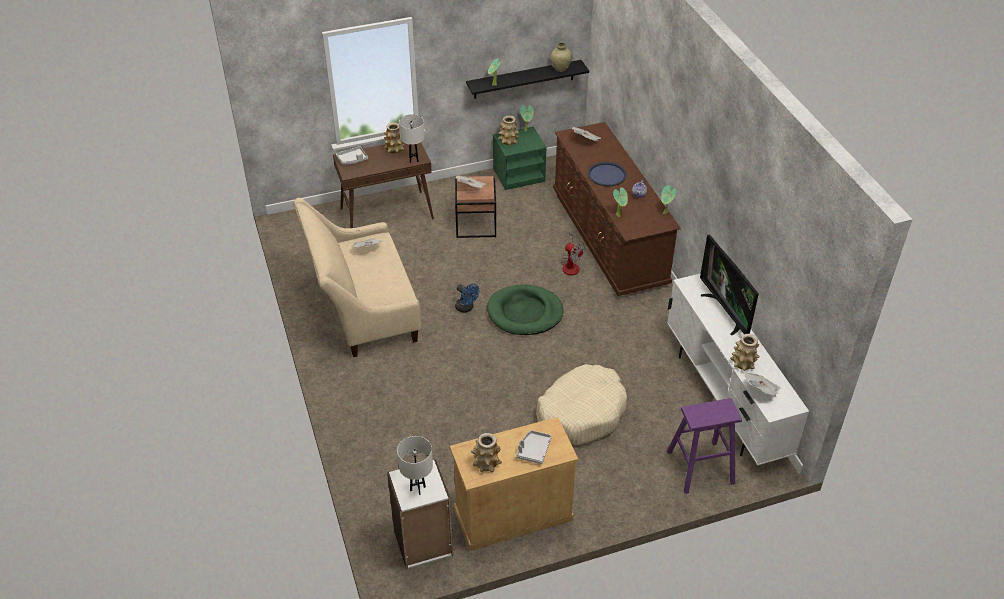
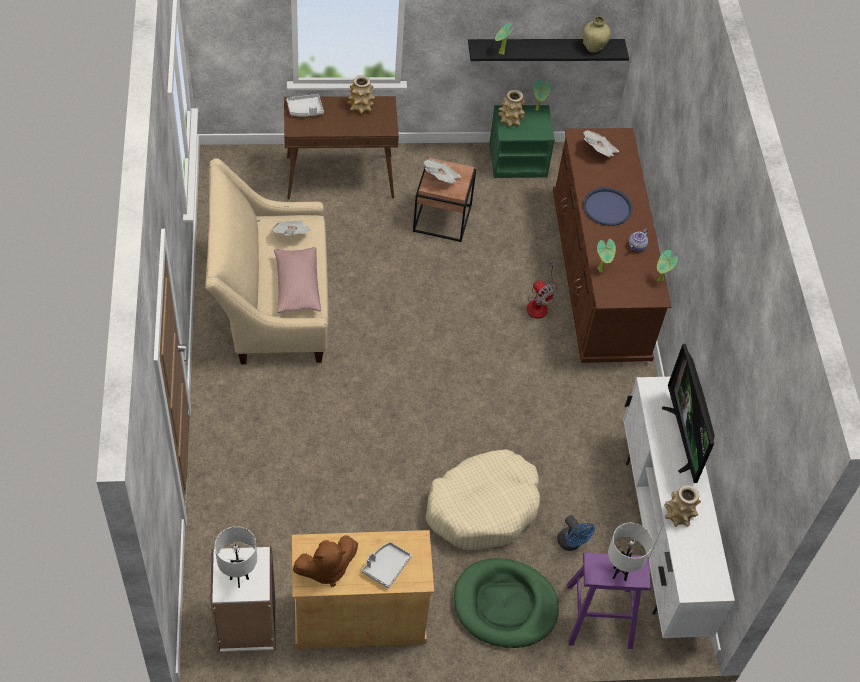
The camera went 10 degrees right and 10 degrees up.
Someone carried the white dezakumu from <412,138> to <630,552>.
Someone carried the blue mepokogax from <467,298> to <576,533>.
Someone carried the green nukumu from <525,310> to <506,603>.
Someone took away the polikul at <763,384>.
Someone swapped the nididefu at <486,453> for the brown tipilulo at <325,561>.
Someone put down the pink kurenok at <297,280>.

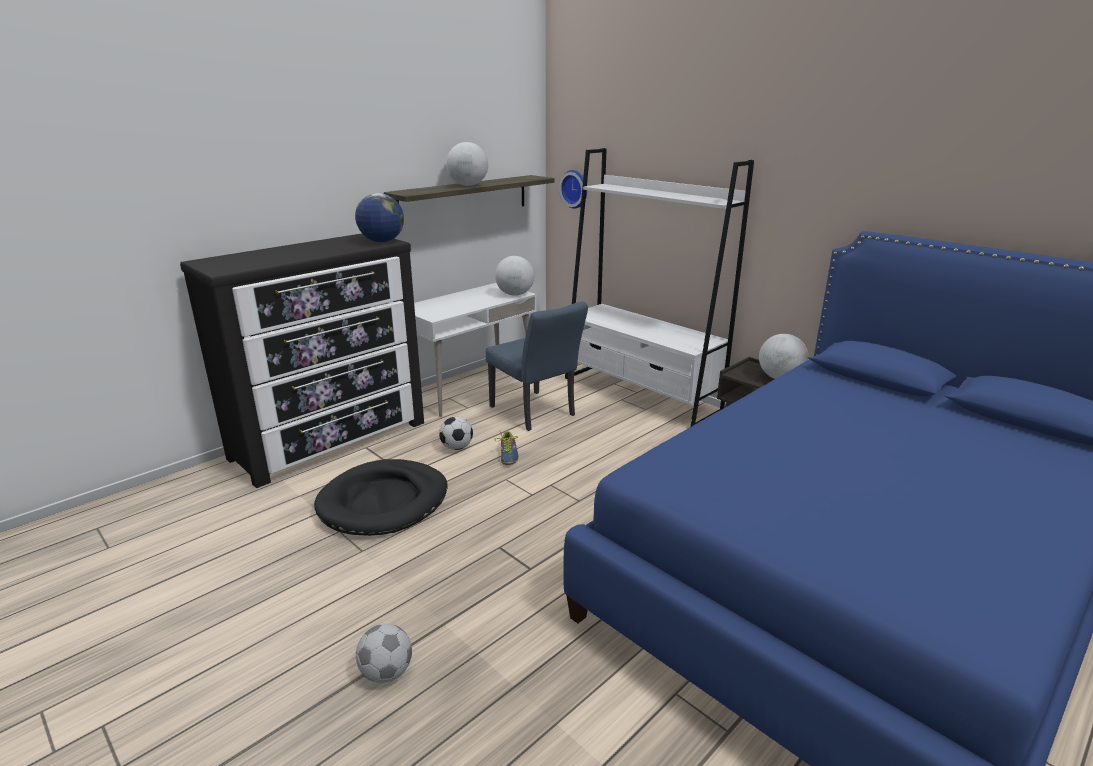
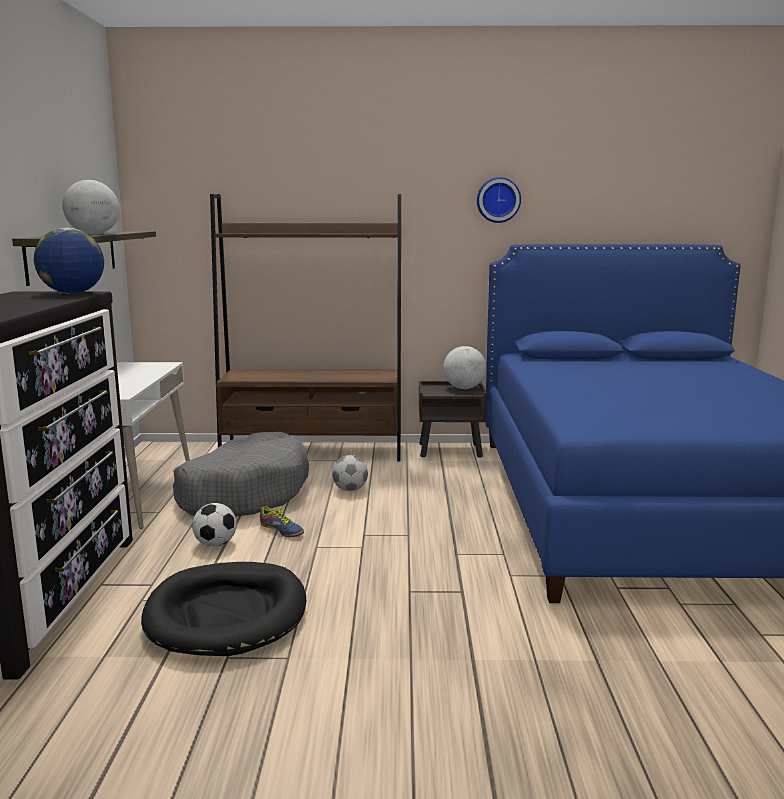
The camera went 45 degrees left and 10 degrees down.
Someone repainted the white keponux at <659,287>, which became the brown keponux at <305,327>.
Someone carried the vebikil from <573,189> to <499,200>.
Someone took away the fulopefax at <514,276>.
Someone swapped the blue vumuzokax at <537,366> for the grey nukumu at <241,474>.
Someone carried the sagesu from <384,653> to <350,473>.

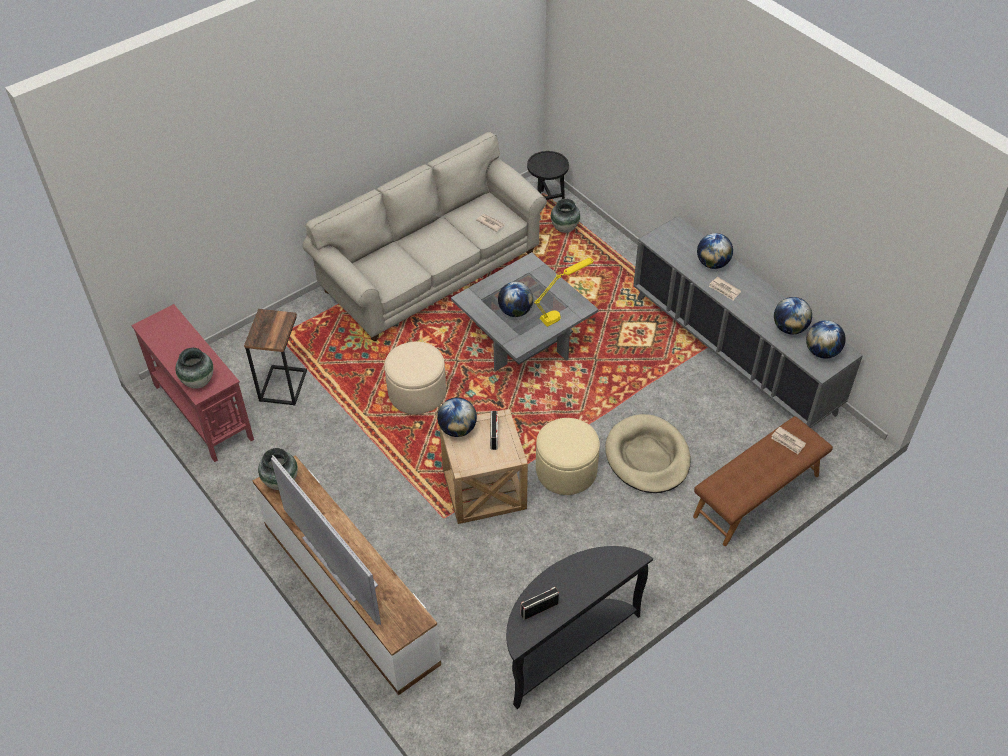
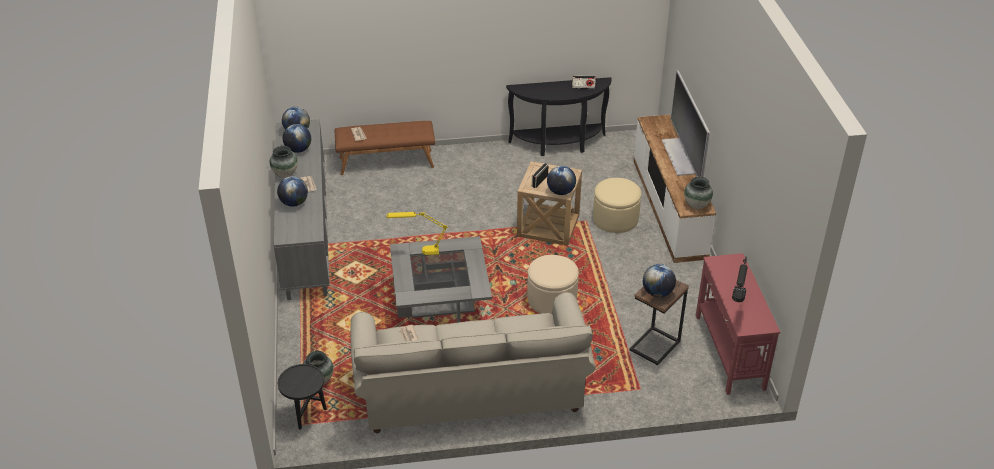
The camera went 150 degrees left and 10 degrees down.
Someone carried the fulopefax from <515,299> to <659,280>.
Someone carried the nididefu from <194,368> to <284,162>.
Someone took away the beige nukumu at <648,453>.
Someone carried the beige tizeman from <568,456> to <617,205>.
Someone put down the black dezakumu at <740,279>.

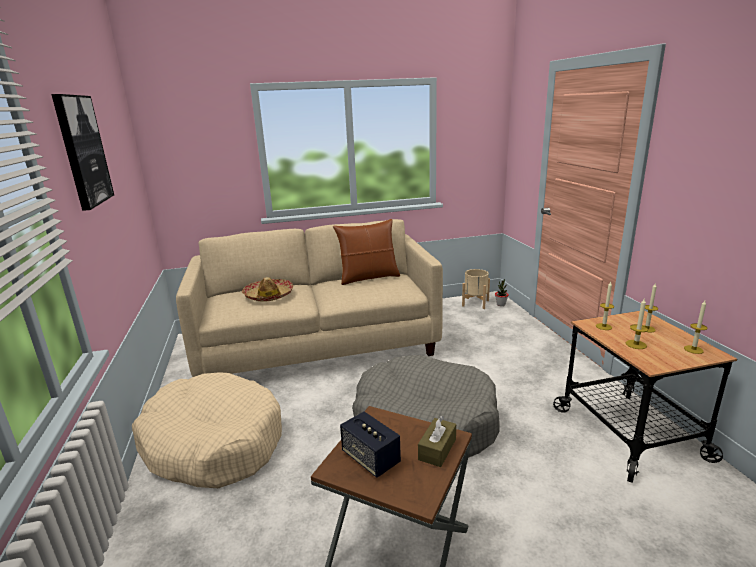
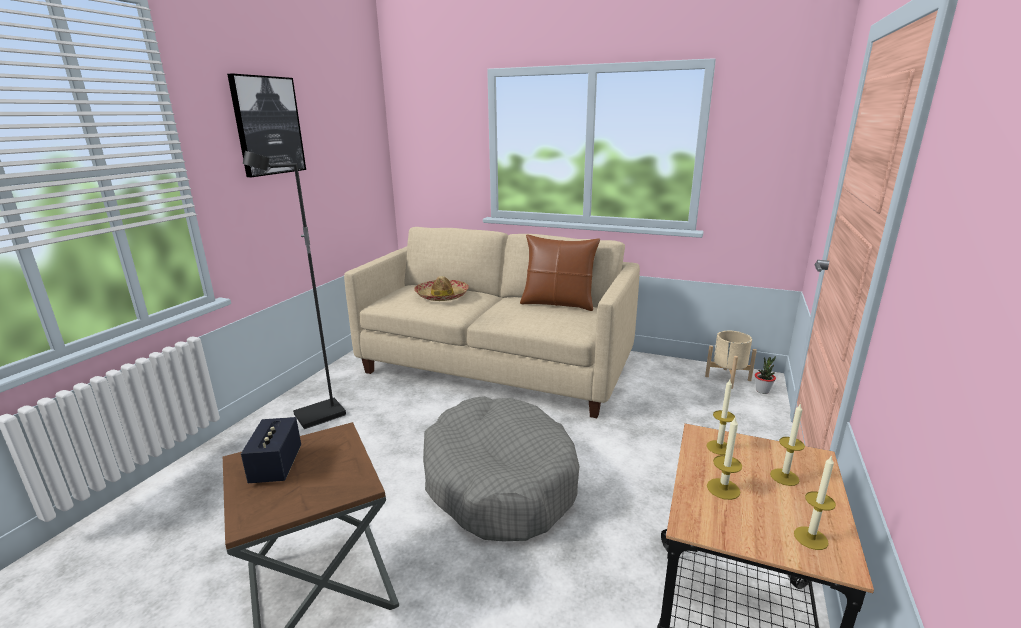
The camera went 35 degrees right and 0 degrees up.
Someone swapped the beige nukumu at <207,430> for the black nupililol at <294,290>.
Someone took away the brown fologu at <437,441>.

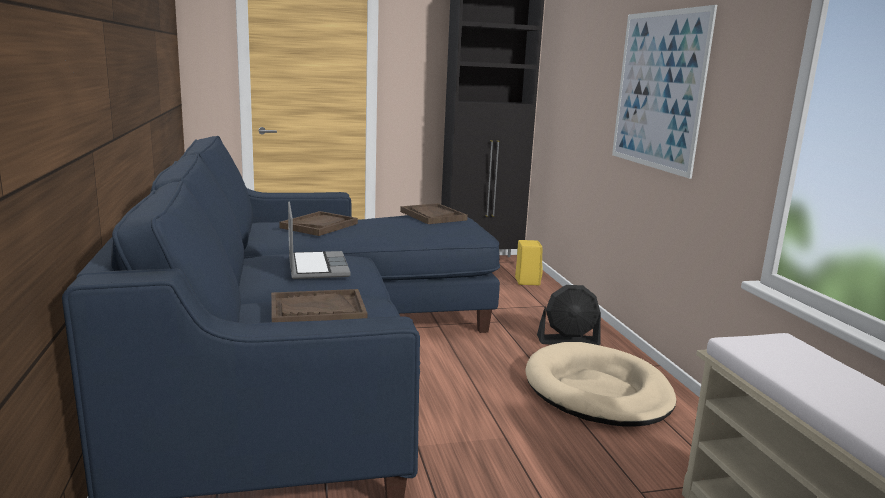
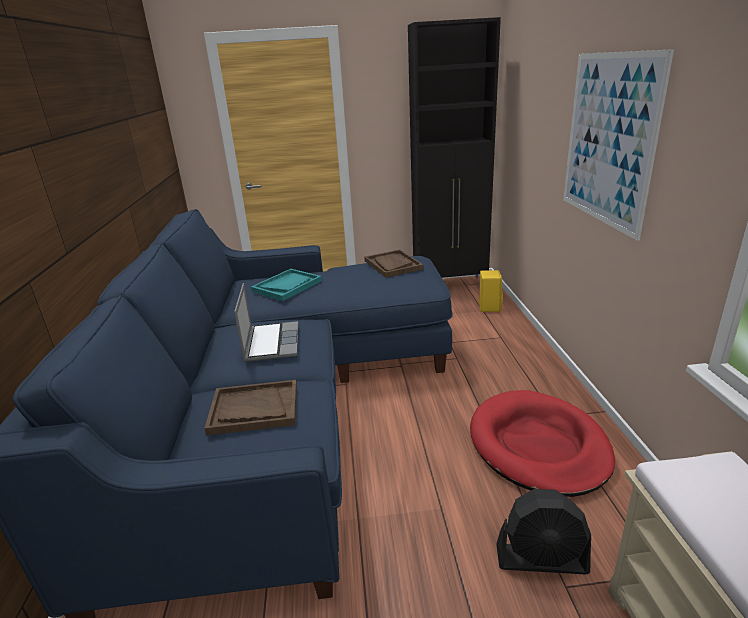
The camera went 10 degrees right and 10 degrees up.
Someone repainted the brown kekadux at <318,223>, which became the turquoise kekadux at <286,285>.
Someone carried the black mepokogax from <569,315> to <543,531>.
Someone repainted the beige nukumu at <600,384>, which became the red nukumu at <542,443>.

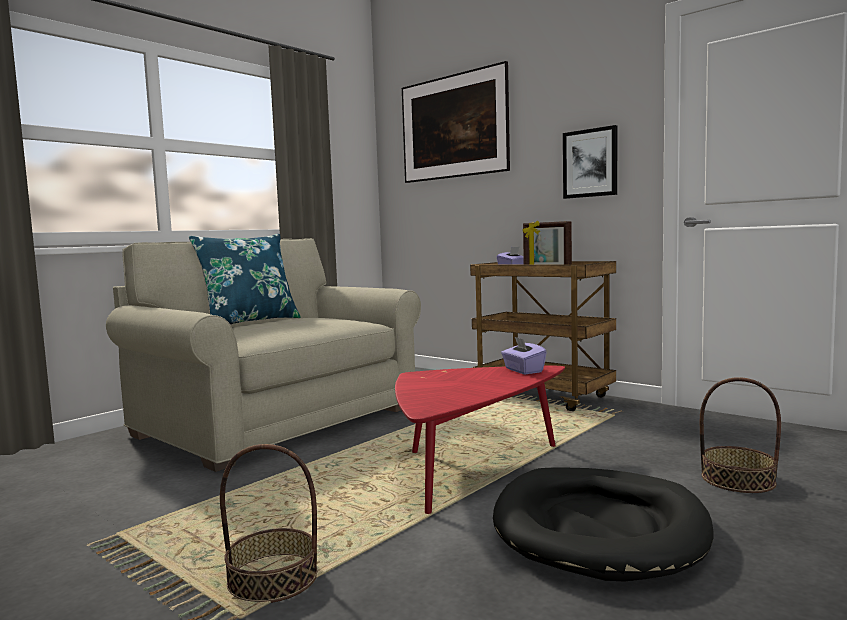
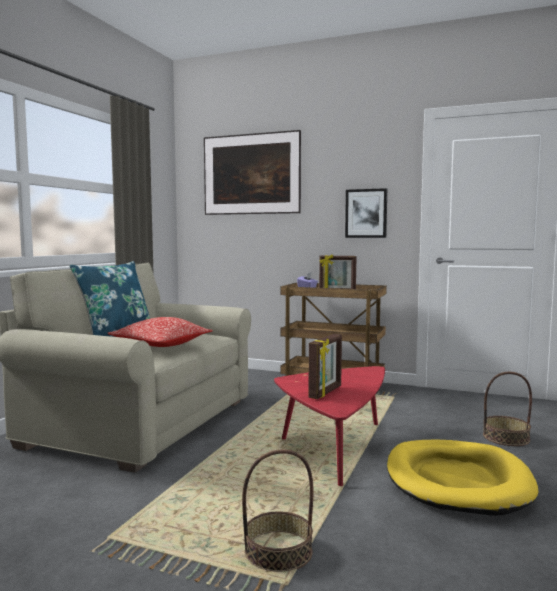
The camera went 20 degrees left and 0 degrees up.
Someone took away the purple fologu at <524,355>.
Someone repainted the black nukumu at <603,525>, which became the yellow nukumu at <463,478>.
Someone put down the kurenok at <160,332>.
Someone put down the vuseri at <325,366>.

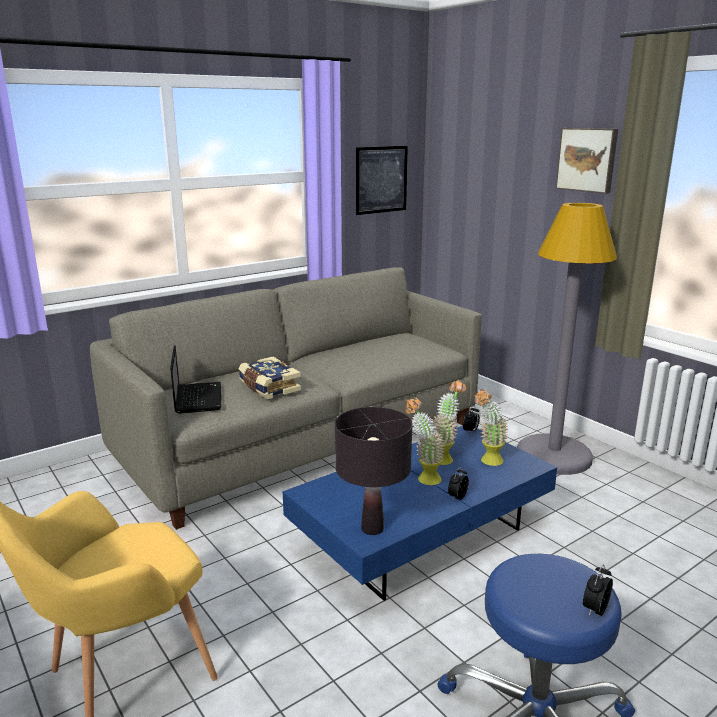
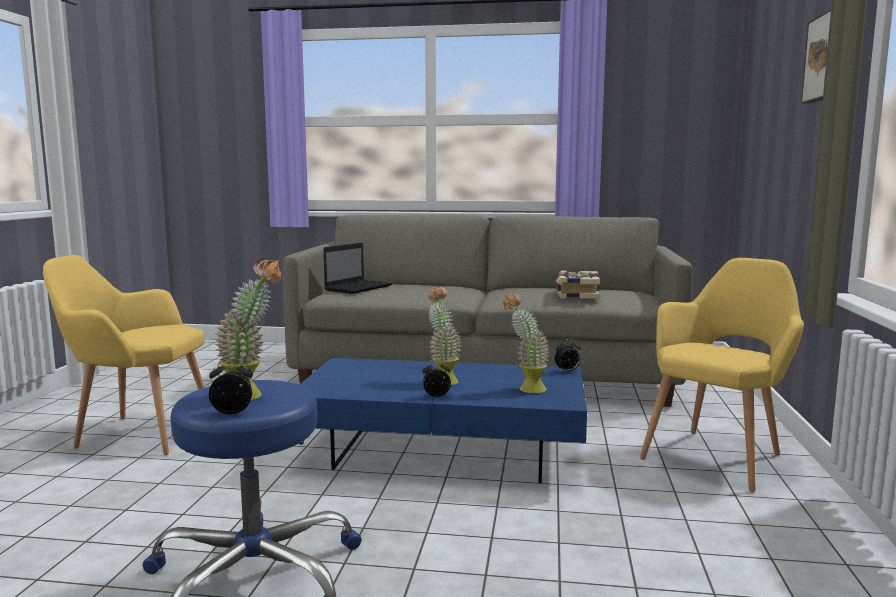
The camera went 45 degrees right and 10 degrees down.
Someone took away the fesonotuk at <382,180>.
Someone swapped the grey nupililol at <567,339> for the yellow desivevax at <722,375>.
Someone carried the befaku from <270,378> to <577,284>.
Someone carried the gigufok from <449,422> to <248,329>.
Someone took away the black dezakumu at <373,471>.

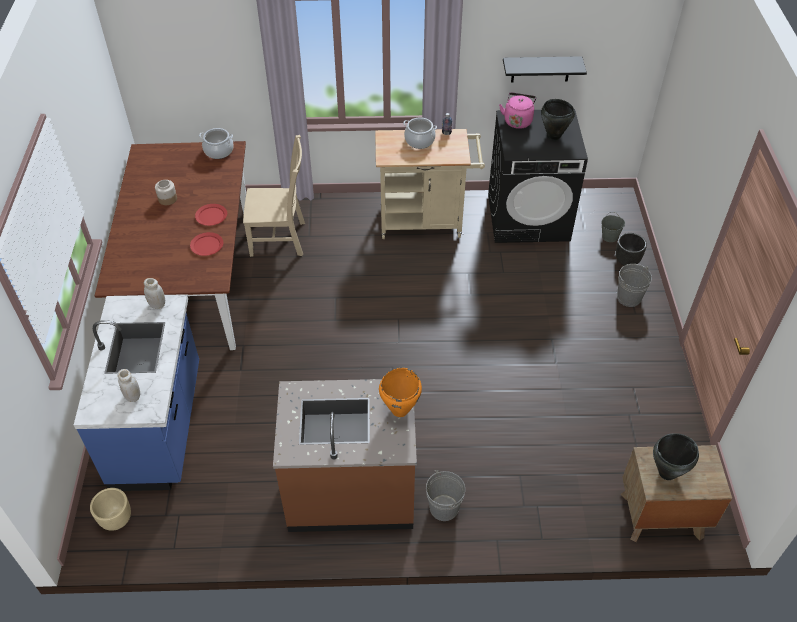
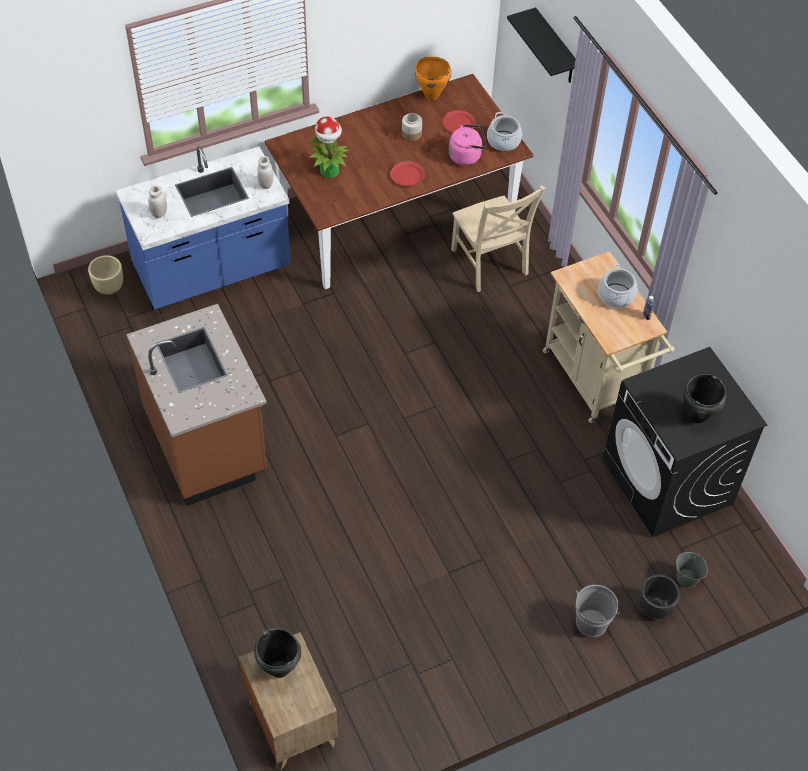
The camera went 65 degrees right and 5 degrees up.
Someone carried the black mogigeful from <545,69> to <541,45>.
Someone carried the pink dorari from <517,110> to <468,144>.
Someone carried the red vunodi from <206,244> to <459,121>.
Someone carried the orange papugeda from <400,392> to <433,78>.
Someone took away the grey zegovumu at <445,495>.
Someone put down the gigufok at <328,147>.

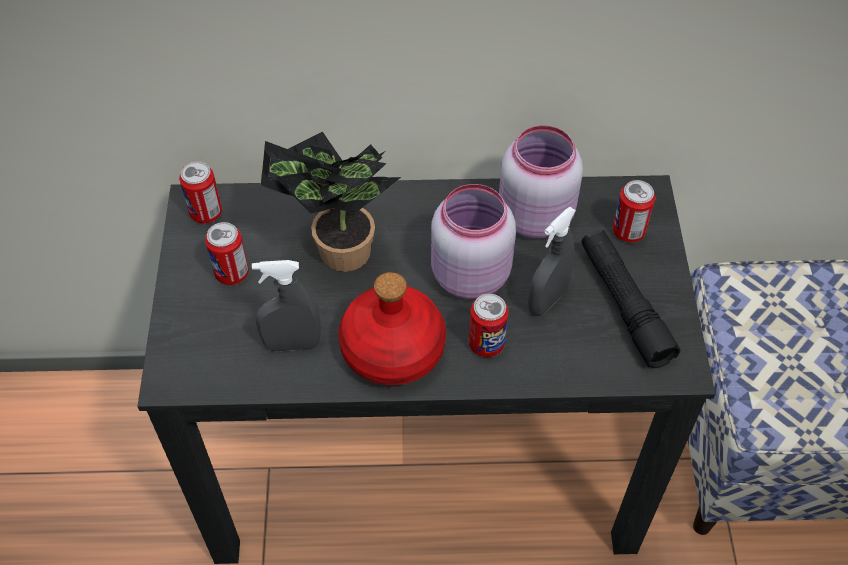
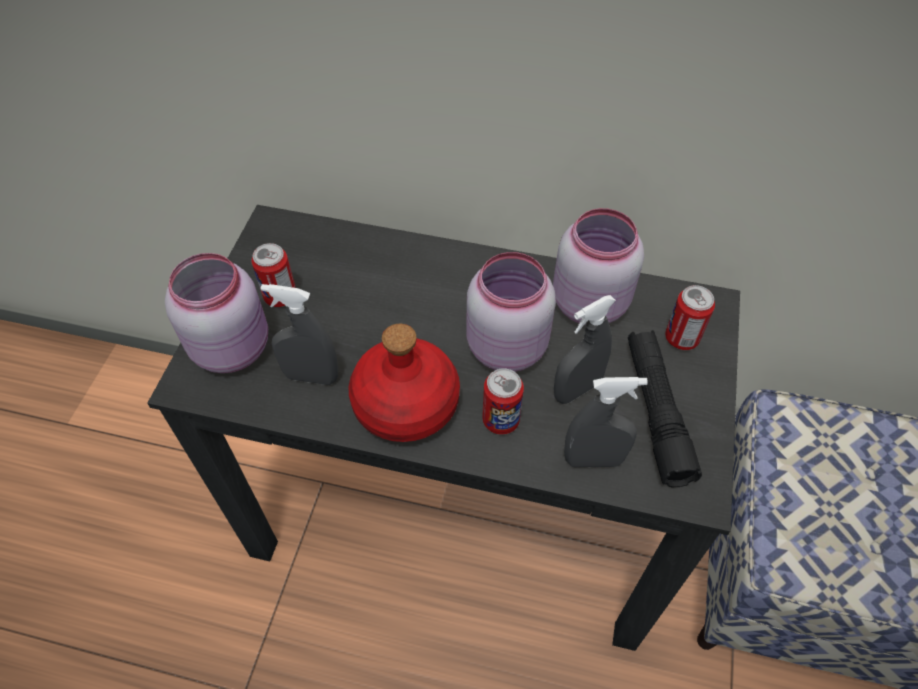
The camera went 15 degrees right and 0 degrees up.
Someone took away the gigufok at <331,201>.
Someone took away the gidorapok at <200,192>.
Someone put down the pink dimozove at <216,313>.
Someone put down the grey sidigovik at <606,422>.

